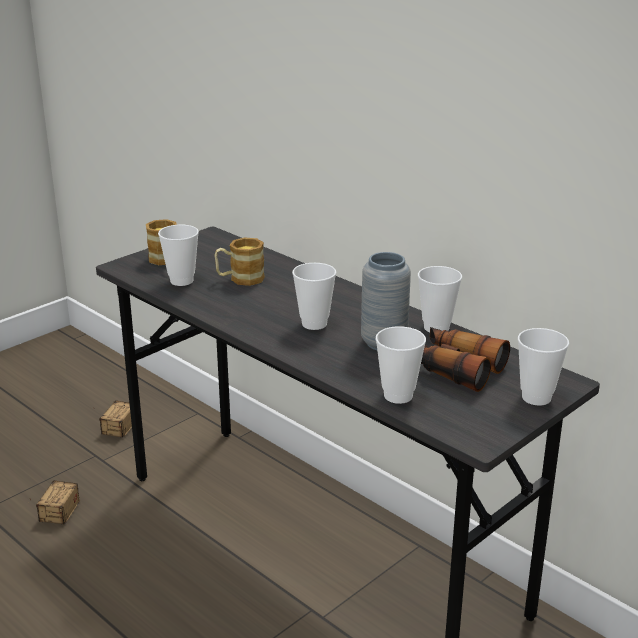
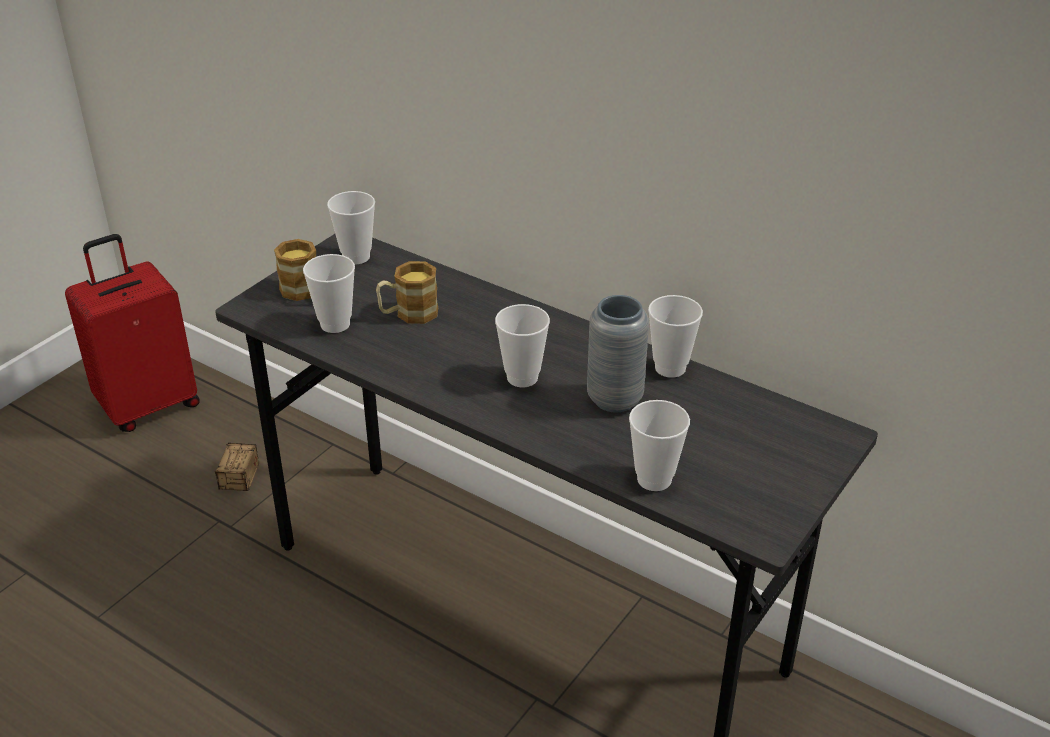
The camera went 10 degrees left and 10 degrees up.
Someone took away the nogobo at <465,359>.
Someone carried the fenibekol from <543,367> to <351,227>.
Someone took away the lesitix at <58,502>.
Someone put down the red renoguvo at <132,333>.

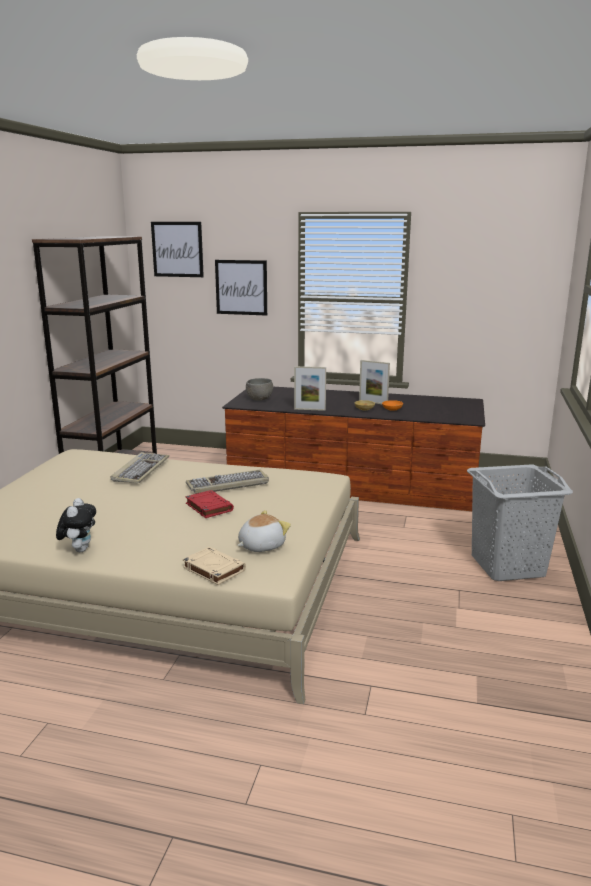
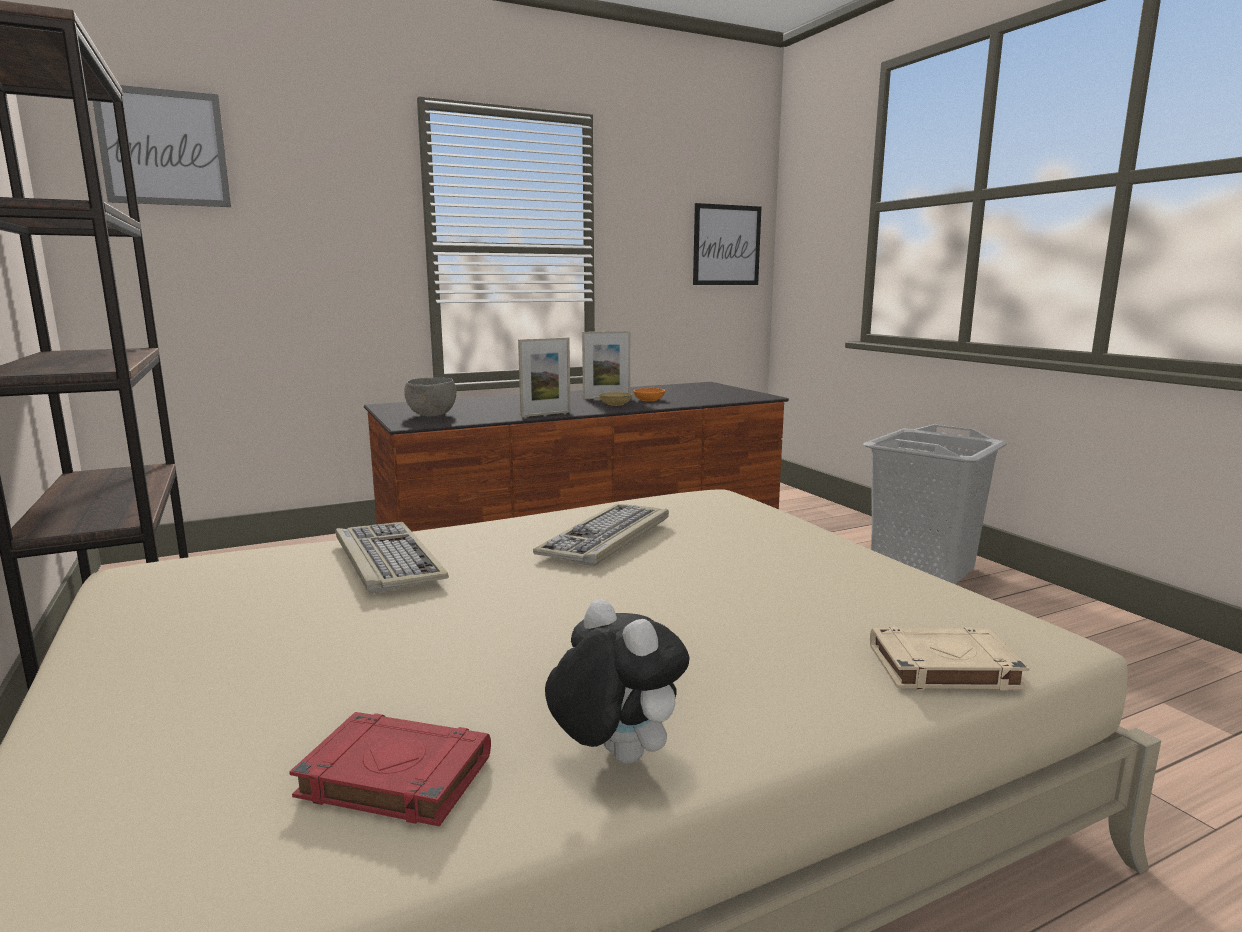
The camera went 40 degrees left and 5 degrees down.
Someone carried the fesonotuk from <241,288> to <727,244>.
Someone carried the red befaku from <209,504> to <390,769>.
Someone took away the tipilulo at <264,531>.

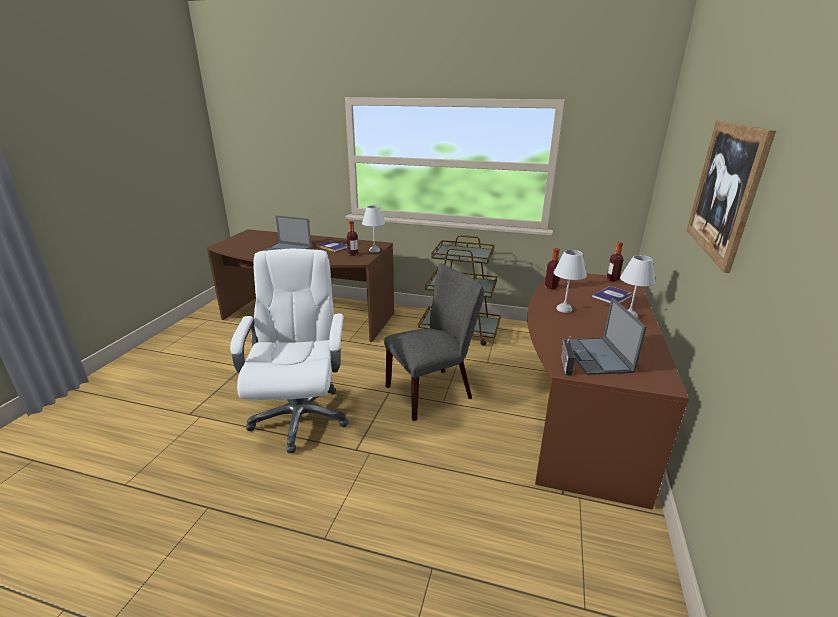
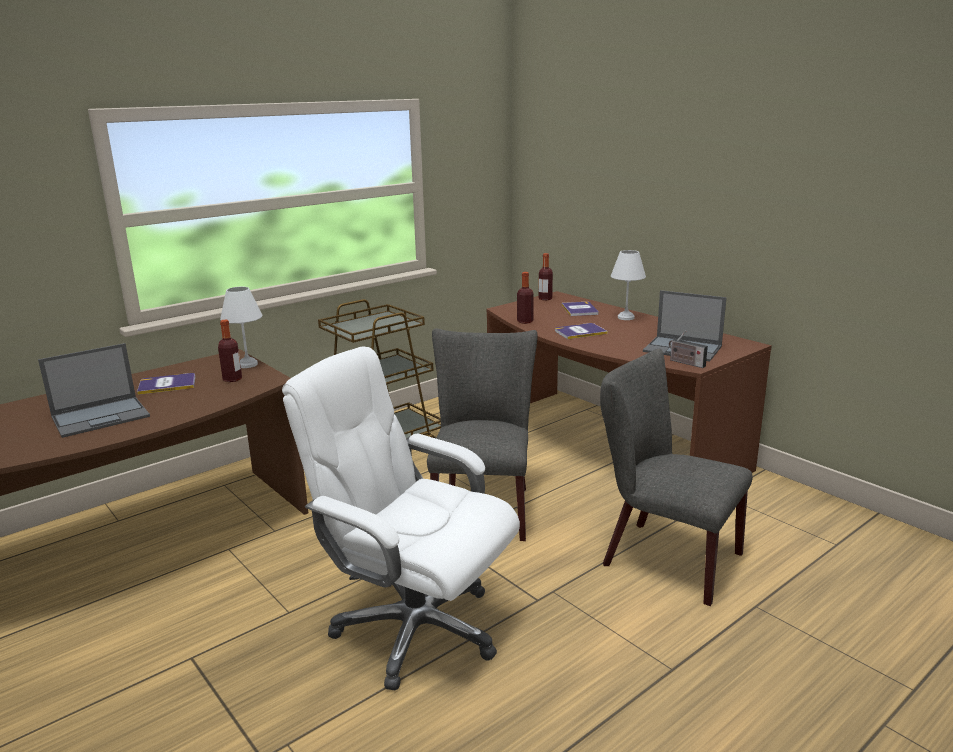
The camera went 55 degrees left and 5 degrees down.
Someone took away the fesonotuk at <731,196>.
Someone swapped the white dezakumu at <570,281> for the befaku at <581,331>.
Someone put down the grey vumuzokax at <676,477>.

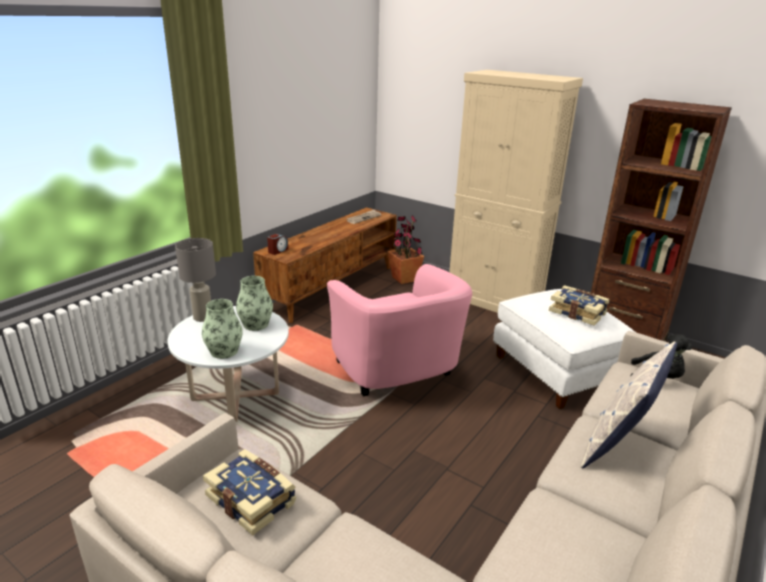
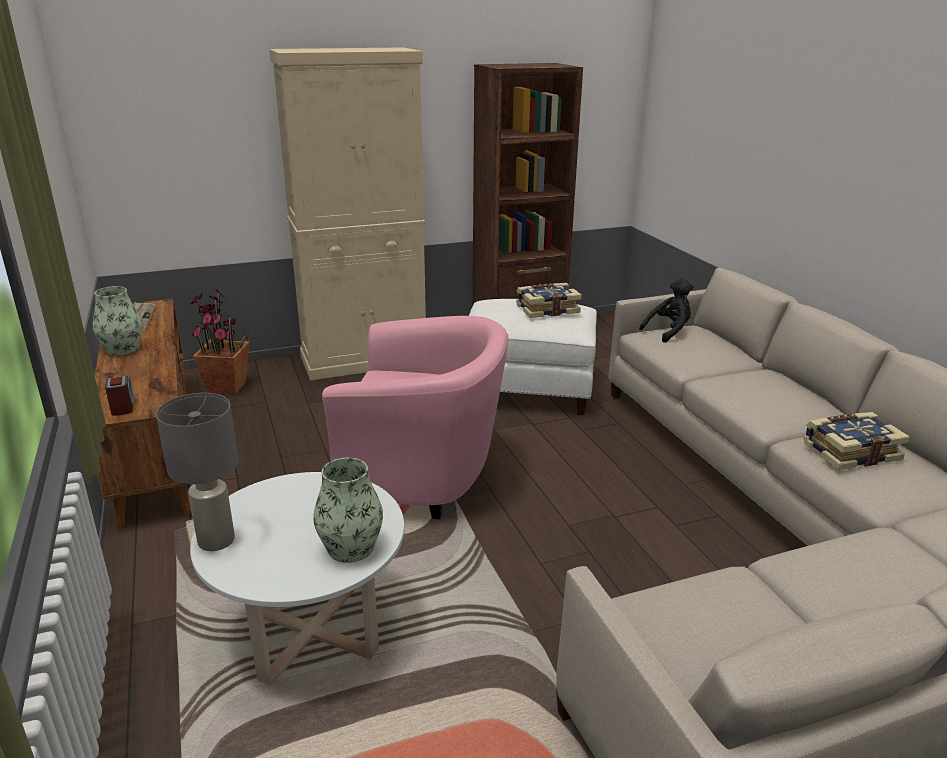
The camera went 55 degrees left and 0 degrees up.
Someone carried the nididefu from <254,303> to <118,321>.
Someone took away the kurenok at <629,405>.
Someone carried the befaku from <249,492> to <856,441>.

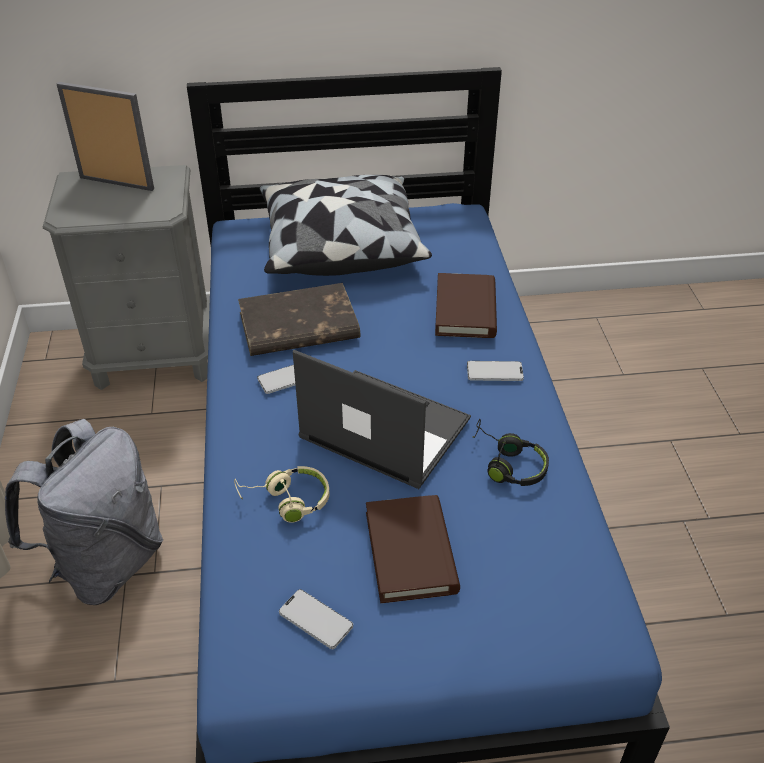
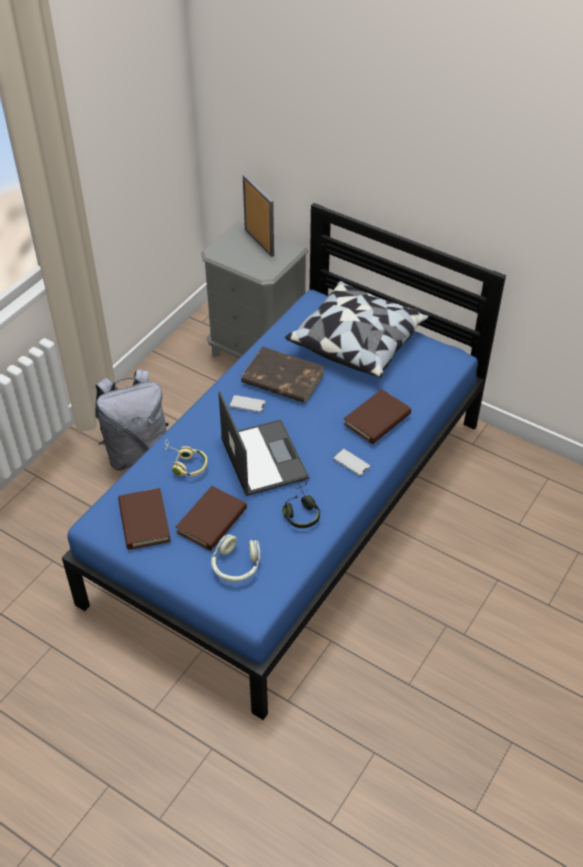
The camera went 40 degrees right and 5 degrees up.
Someone swapped the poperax at <316,619> for the brown befaku at <144,519>.
Someone put down the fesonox at <236,558>.

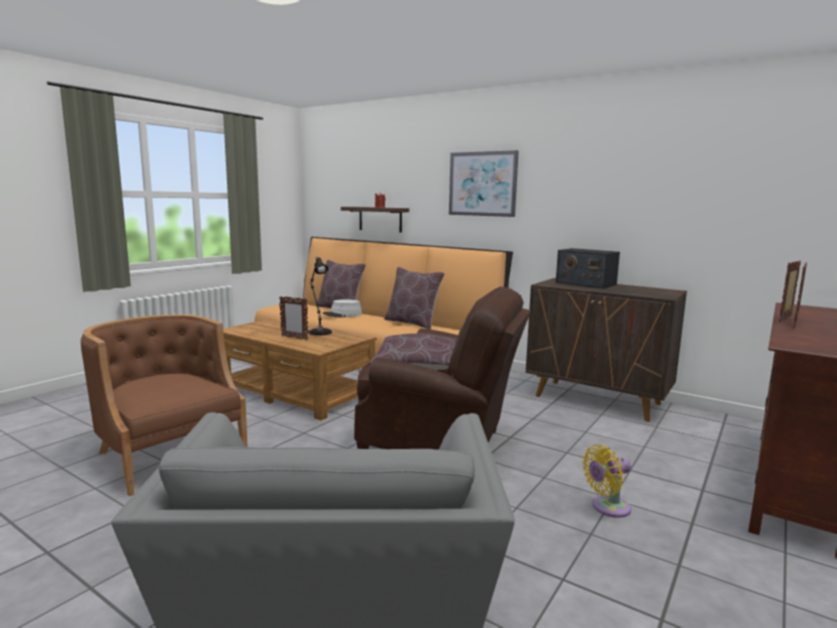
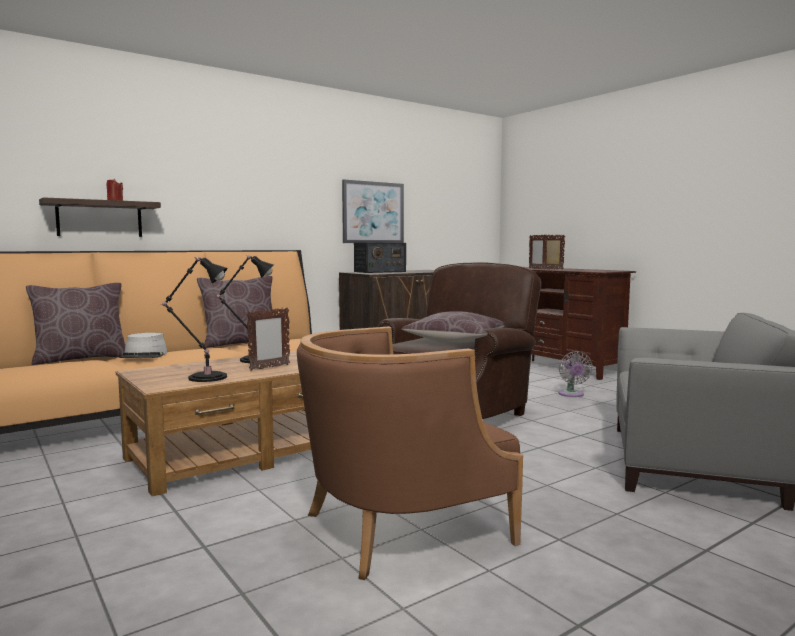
The camera went 70 degrees left and 5 degrees down.
Someone carried the fesonotuk from <484,183> to <373,211>.
Someone repainted the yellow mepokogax at <607,481>, which became the grey mepokogax at <575,374>.
Someone put down the black dezakumu at <194,319>.

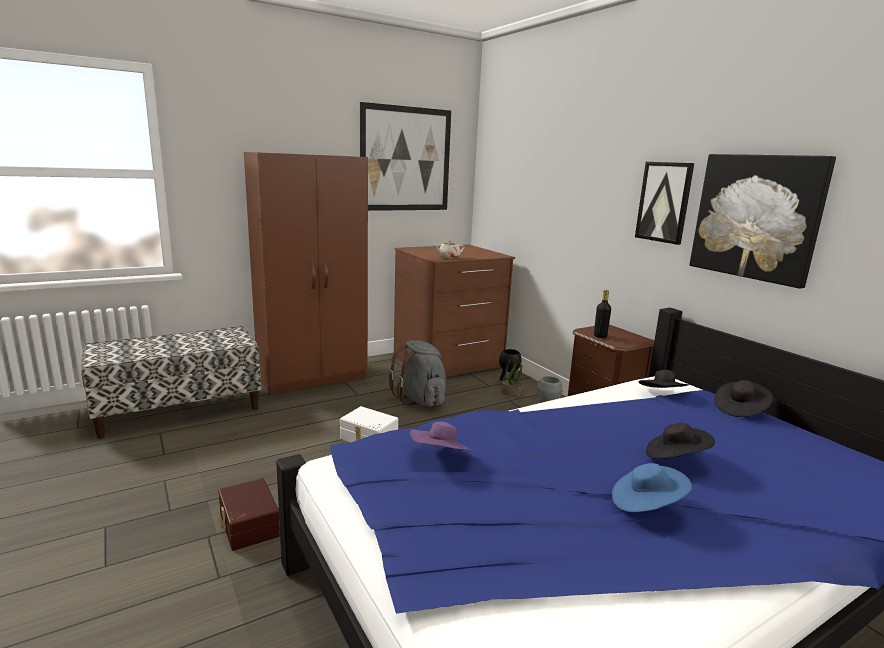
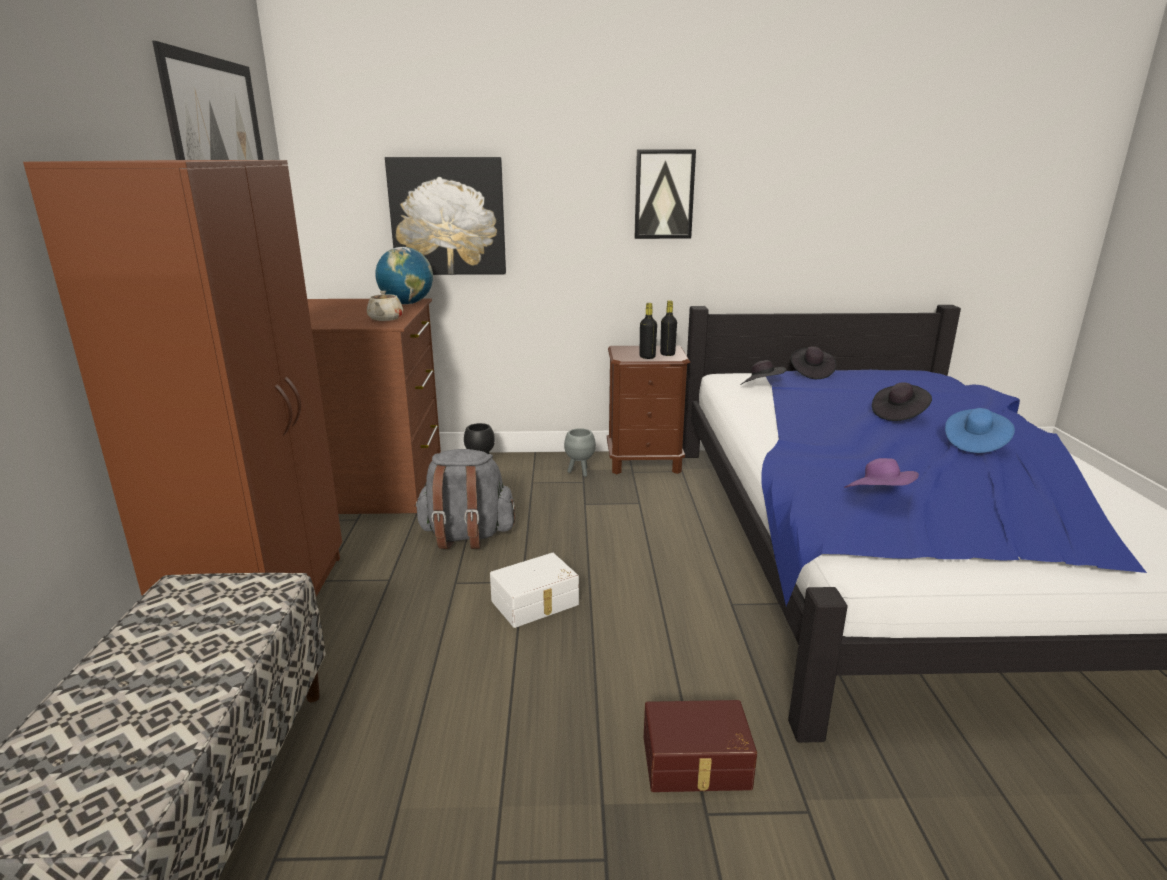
The camera went 60 degrees left and 5 degrees up.
Someone carried the fesonotuk from <762,221> to <445,216>.
Someone took away the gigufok at <512,376>.
Someone put down the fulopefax at <404,276>.
Someone put down the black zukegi at <668,328>.

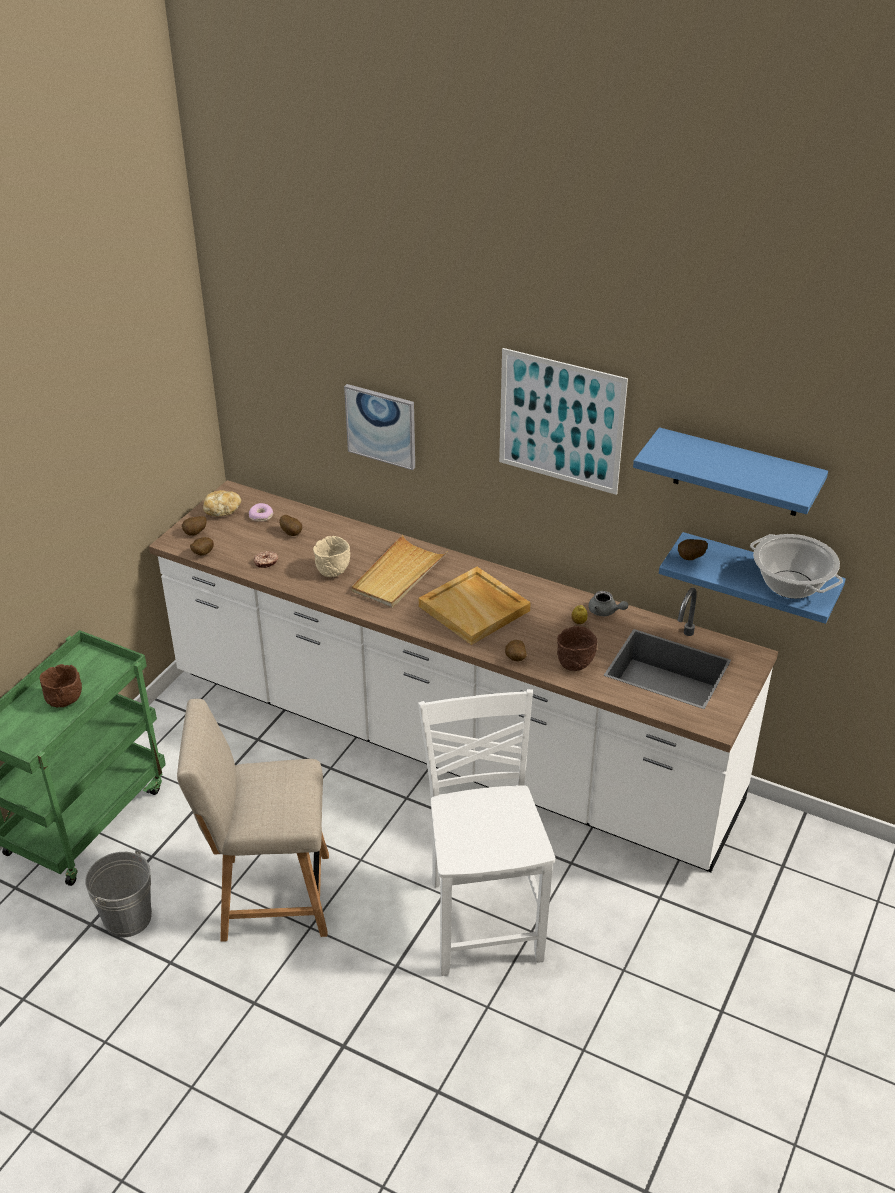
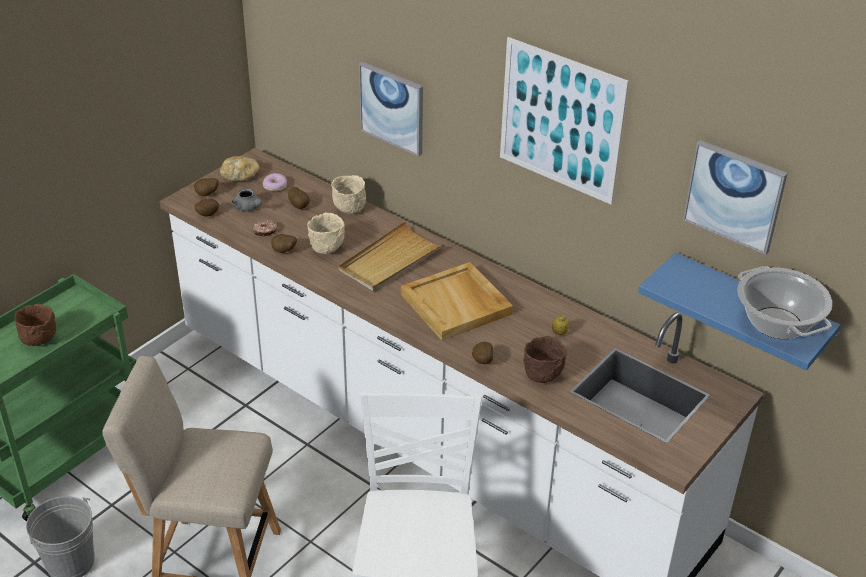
The camera went 10 degrees right and 0 degrees up.
Someone swapped the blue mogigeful at <730,471> for the fesonotuk at <735,197>.
Someone carried the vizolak from <693,549> to <284,243>.
Someone carried the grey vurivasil from <608,603> to <246,199>.
Someone put down the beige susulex at <348,194>.

